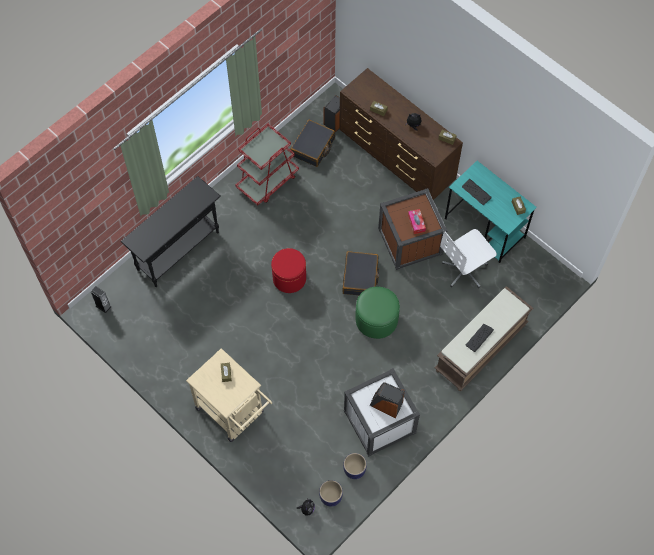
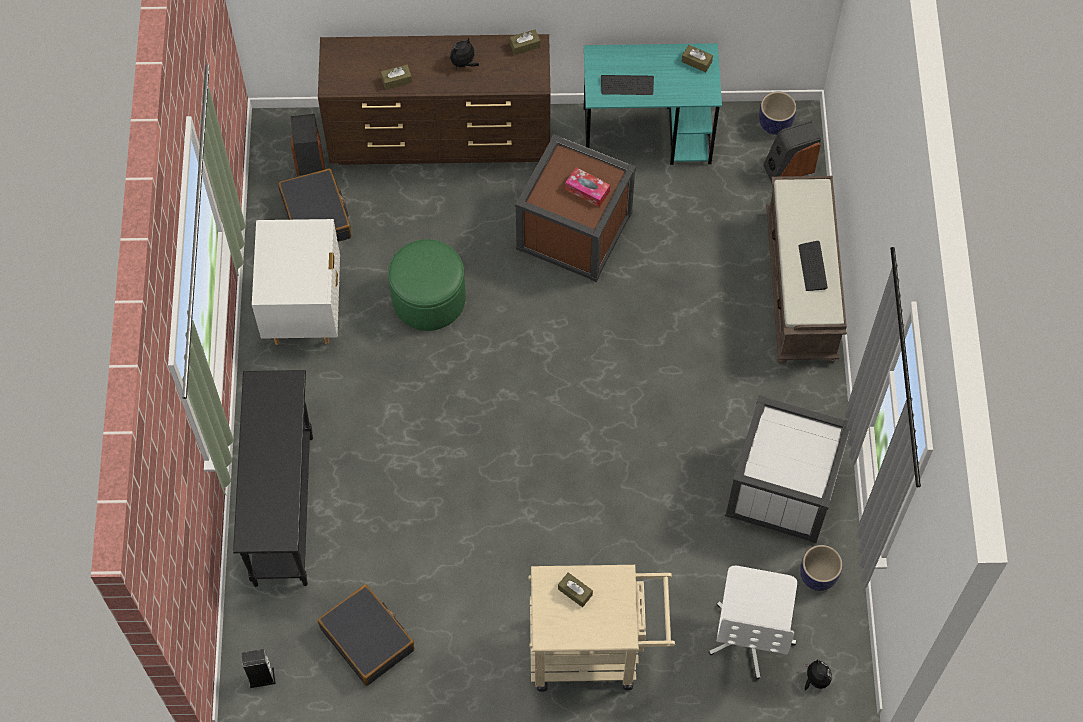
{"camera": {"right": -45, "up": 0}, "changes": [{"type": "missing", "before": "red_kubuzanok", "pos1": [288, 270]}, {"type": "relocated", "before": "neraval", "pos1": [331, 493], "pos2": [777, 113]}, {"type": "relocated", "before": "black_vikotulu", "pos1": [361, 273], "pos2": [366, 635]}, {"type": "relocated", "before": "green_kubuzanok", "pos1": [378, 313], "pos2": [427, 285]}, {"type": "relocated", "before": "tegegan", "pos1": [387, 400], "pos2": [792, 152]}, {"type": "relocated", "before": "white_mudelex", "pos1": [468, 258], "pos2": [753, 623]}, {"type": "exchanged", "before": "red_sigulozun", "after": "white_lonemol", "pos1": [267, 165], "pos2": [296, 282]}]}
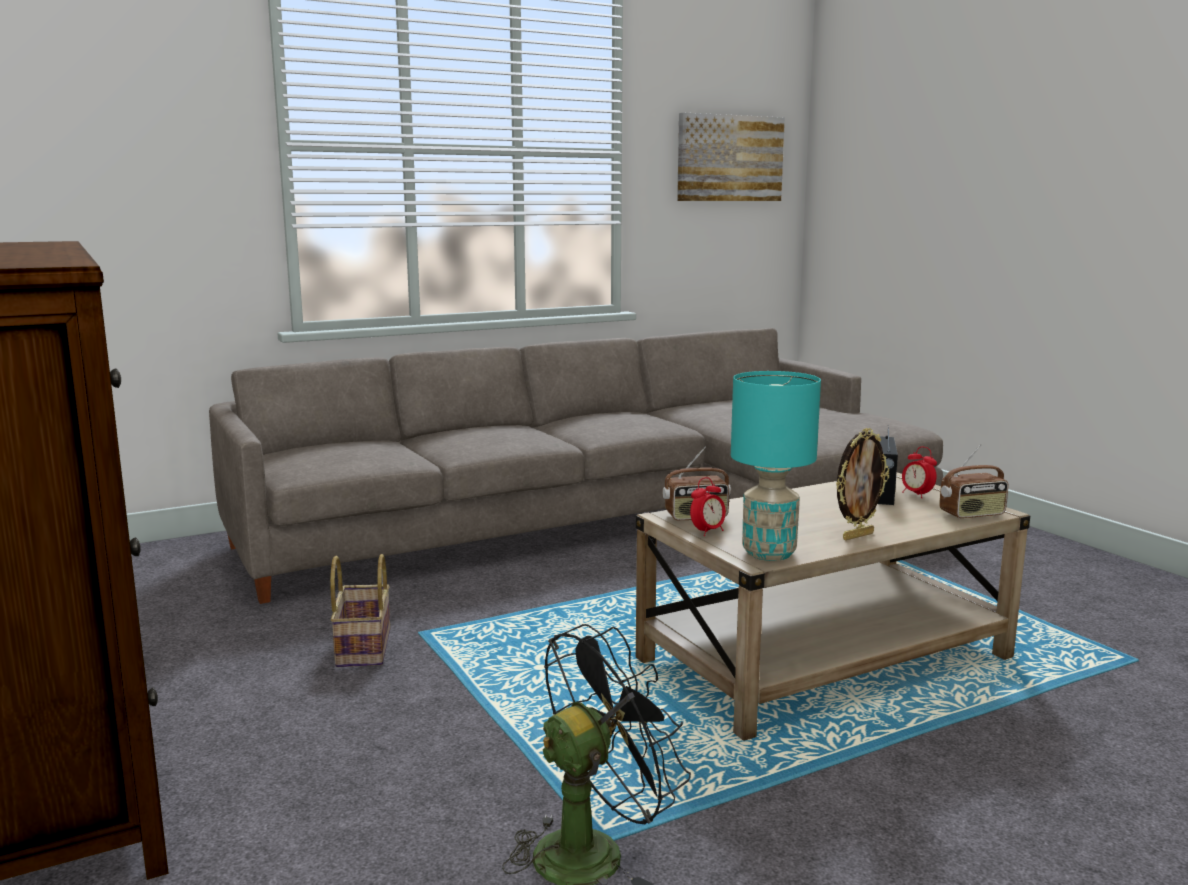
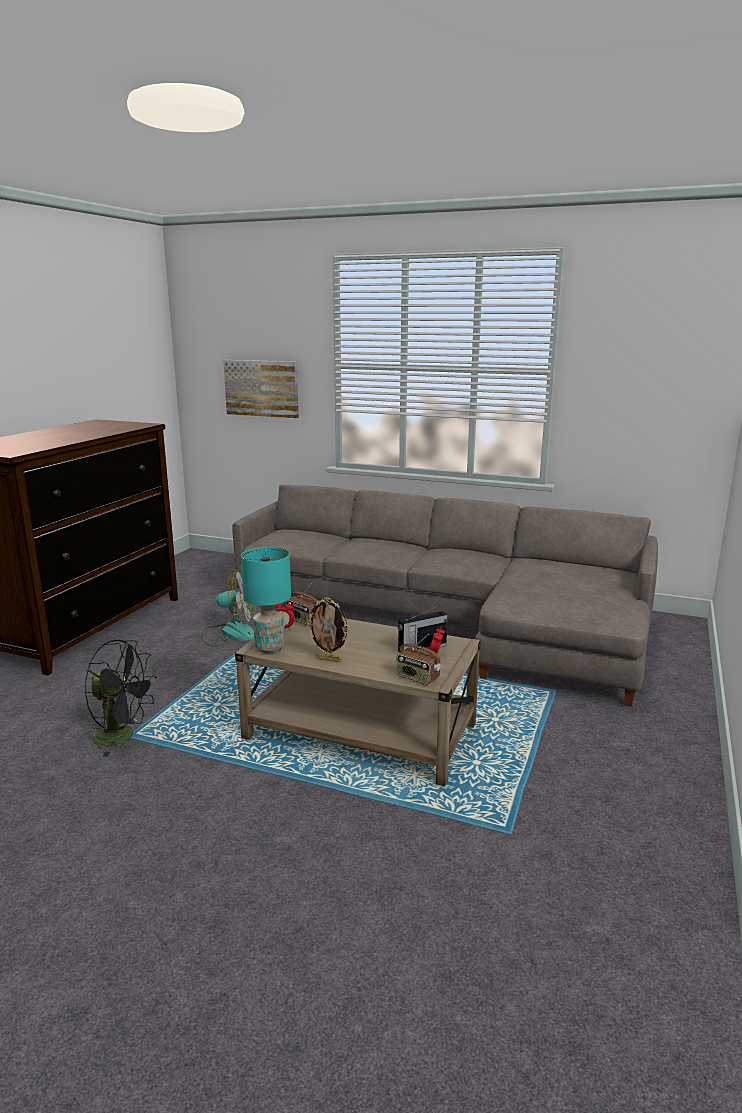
{"camera": {"right": 50, "up": 5}, "changes": [{"type": "relocated", "before": "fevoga", "pos1": [731, 157], "pos2": [261, 389]}, {"type": "exchanged", "before": "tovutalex", "after": "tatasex", "pos1": [360, 610], "pos2": [228, 608]}]}
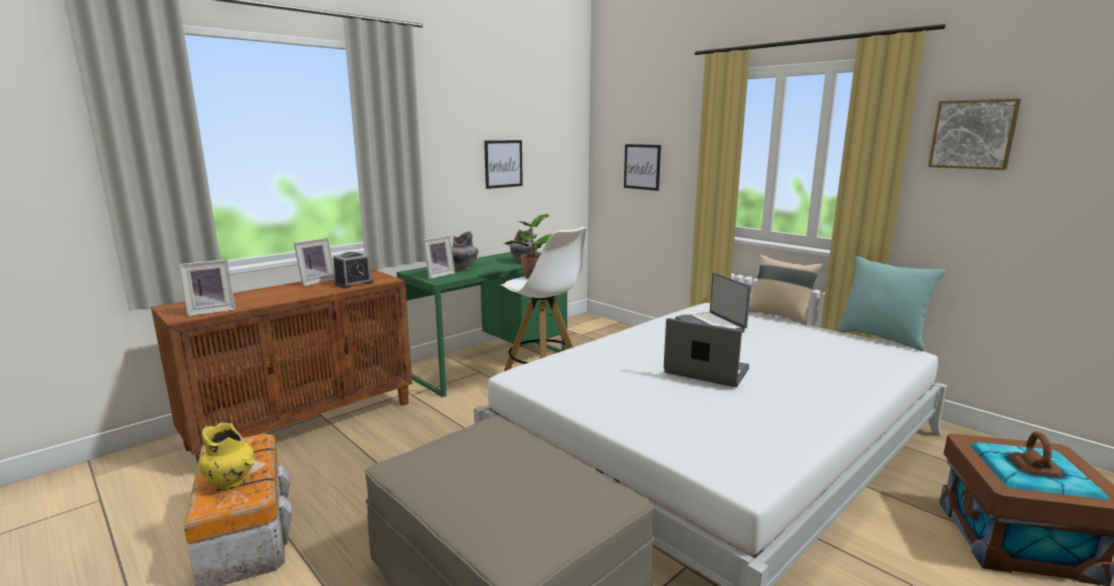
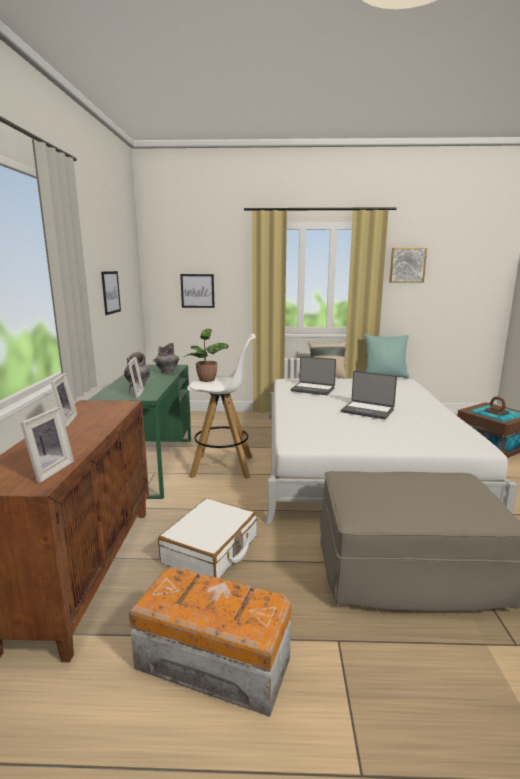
{"camera": {"right": -45, "up": 0}, "changes": [{"type": "missing", "before": "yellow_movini", "pos1": [227, 456]}, {"type": "missing", "before": "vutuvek", "pos1": [353, 270]}, {"type": "appeared", "after": "white_vikotulu", "pos2": [207, 538]}, {"type": "spun", "before": "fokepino", "pos1": [706, 352], "pos2": [369, 395], "turn": -135}]}
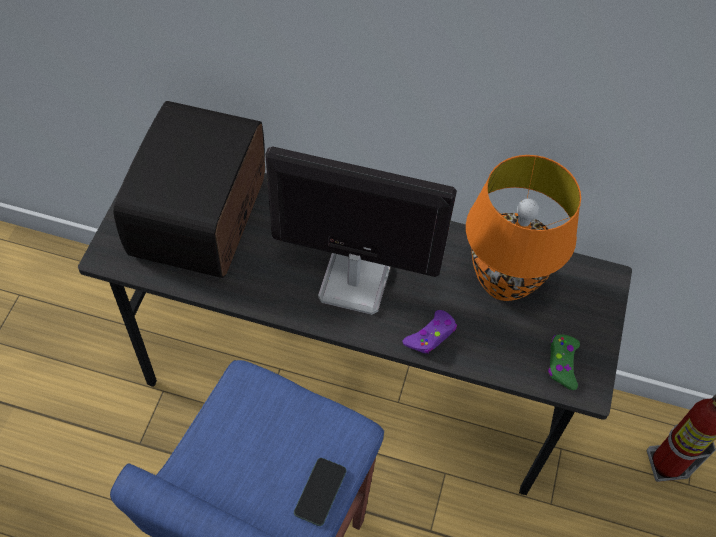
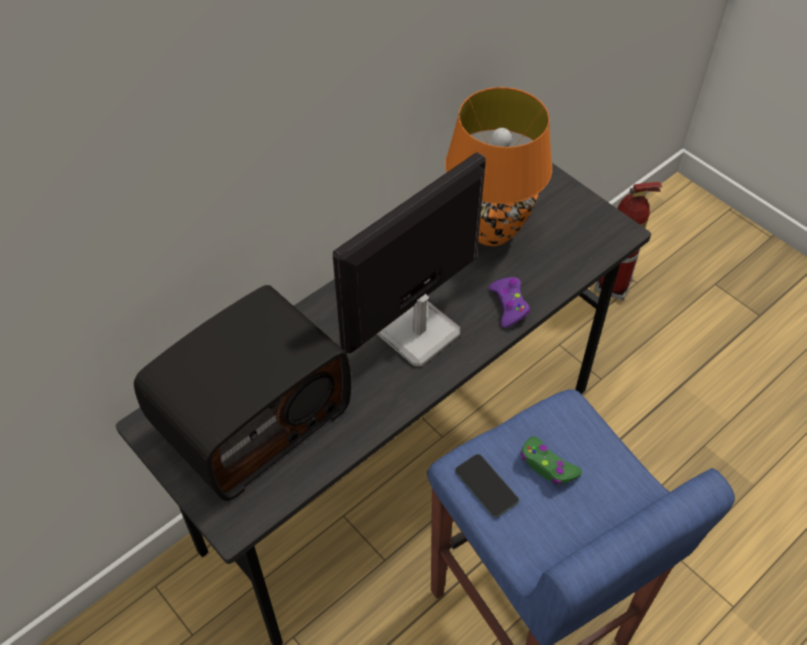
{"camera": {"right": -55, "up": -5}, "changes": [{"type": "relocated", "before": "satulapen", "pos1": [320, 492], "pos2": [487, 486]}, {"type": "relocated", "before": "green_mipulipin", "pos1": [564, 362], "pos2": [551, 461]}, {"type": "spun", "before": "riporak", "pos1": [189, 189], "pos2": [242, 393], "turn": -90}]}
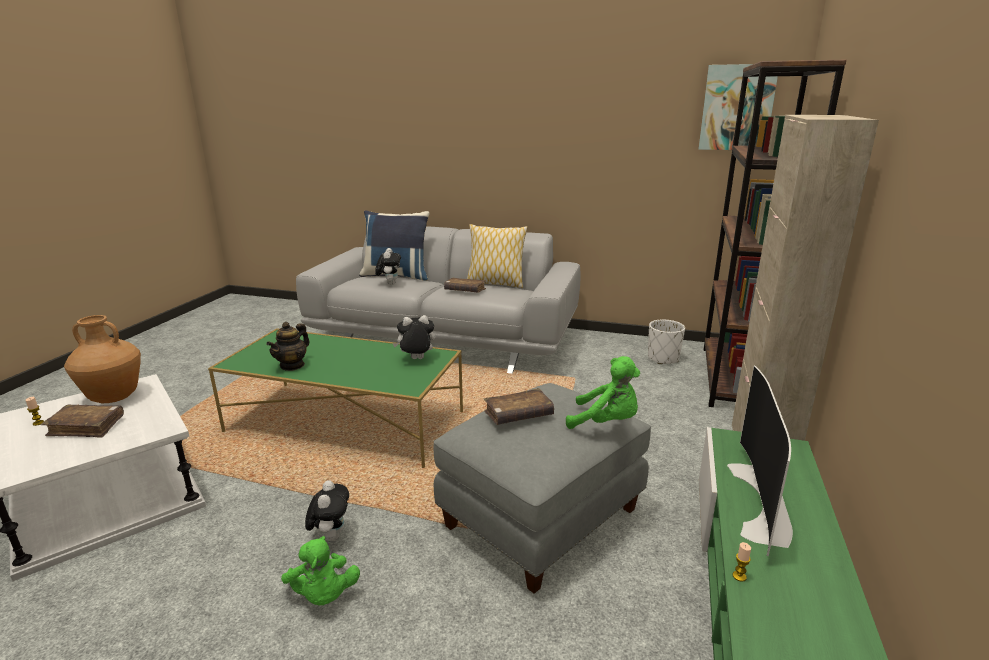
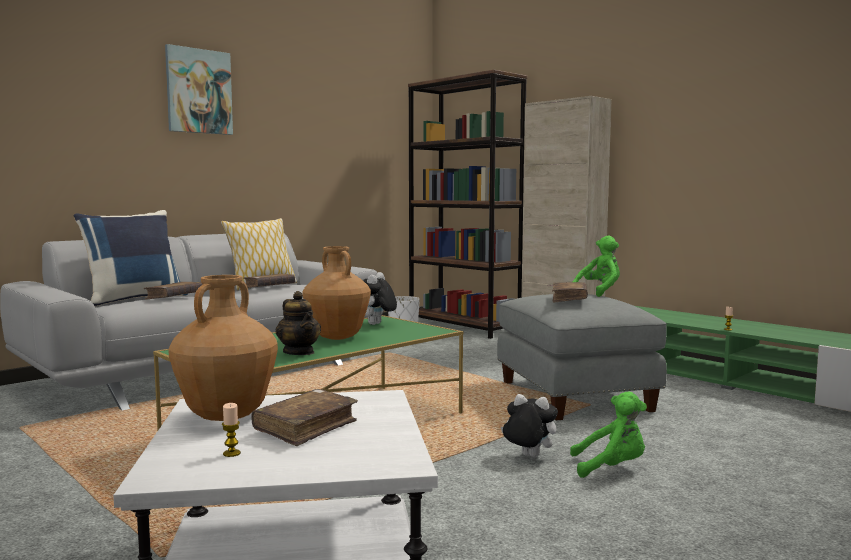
{"camera": {"right": -60, "up": -15}, "changes": [{"type": "missing", "before": "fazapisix", "pos1": [760, 461]}, {"type": "appeared", "after": "brown_movini", "pos2": [337, 293]}, {"type": "relocated", "before": "fevoga", "pos1": [738, 107], "pos2": [199, 89]}, {"type": "exchanged", "before": "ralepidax", "after": "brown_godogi", "pos1": [388, 266], "pos2": [173, 291]}]}
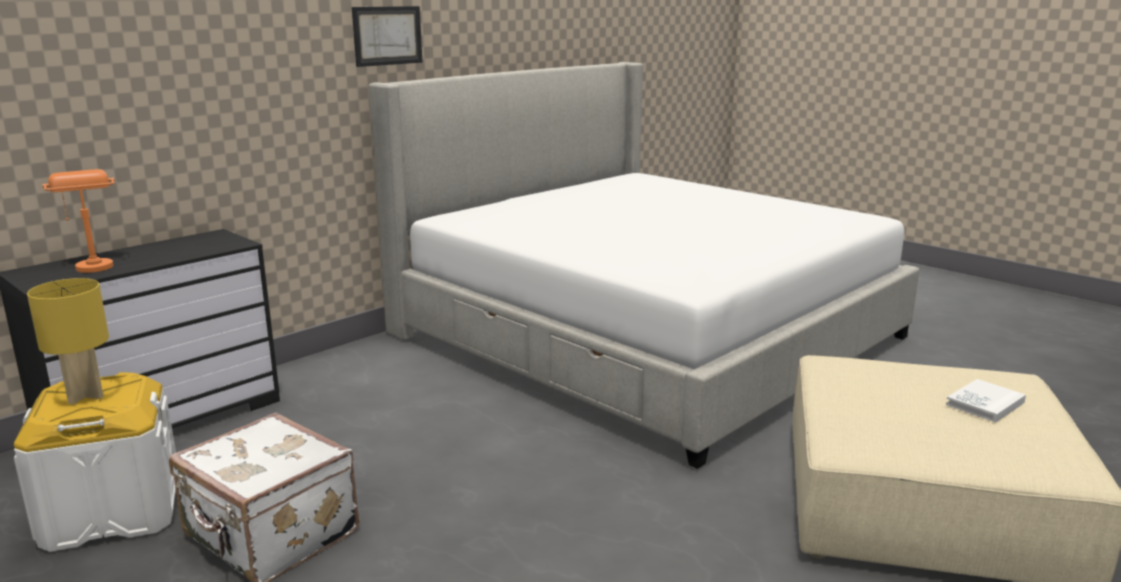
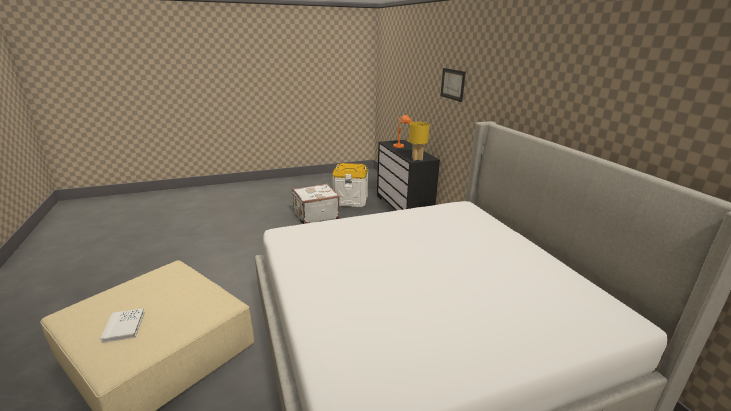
{"camera": {"right": 115, "up": 5}, "changes": [{"type": "relocated", "before": "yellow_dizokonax", "pos1": [68, 341], "pos2": [419, 141]}, {"type": "relocated", "before": "fevoga", "pos1": [387, 36], "pos2": [453, 85]}]}
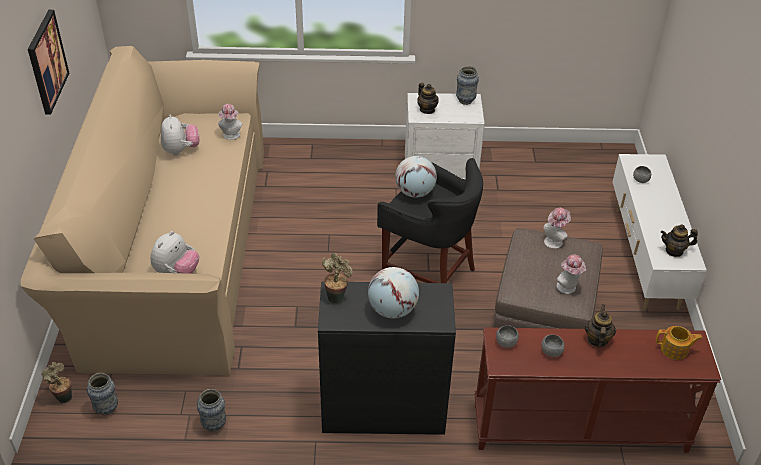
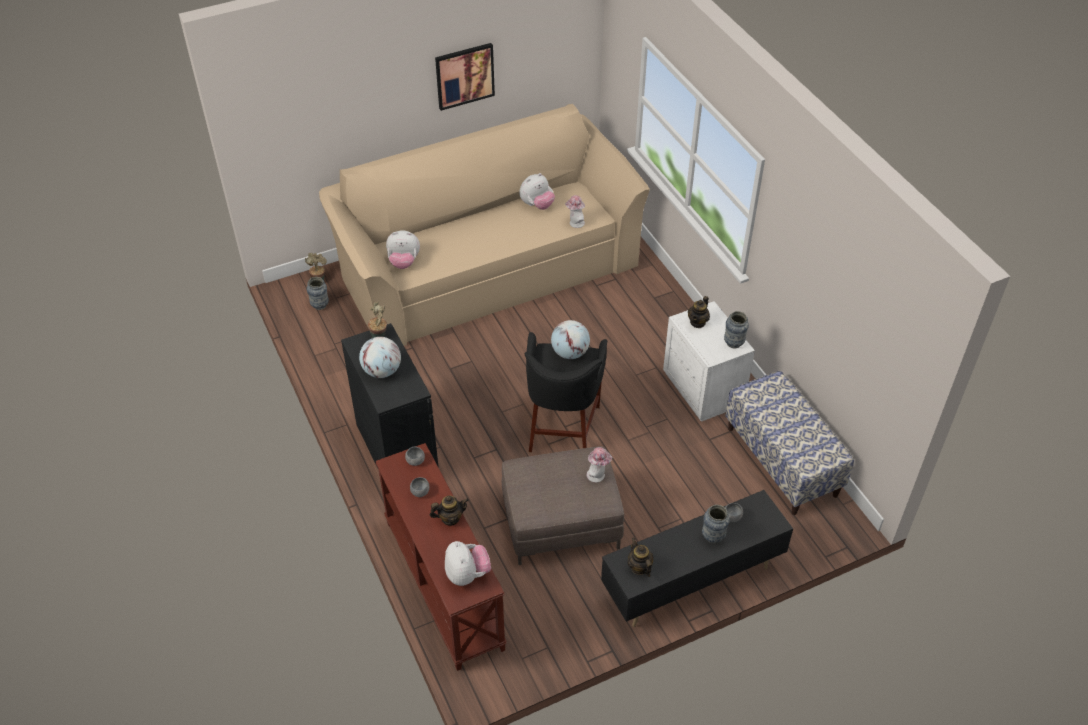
{"camera": {"right": 65, "up": 5}, "changes": [{"type": "missing", "before": "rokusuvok", "pos1": [571, 274]}, {"type": "appeared", "after": "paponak", "pos2": [789, 443]}, {"type": "relocated", "before": "movini", "pos1": [211, 410], "pos2": [716, 524]}, {"type": "exchanged", "before": "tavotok", "after": "ralepidax", "pos1": [679, 343], "pos2": [468, 563]}, {"type": "colour", "before": "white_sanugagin", "after": "black_sanugagin", "pos1": [660, 232], "pos2": [697, 558]}]}
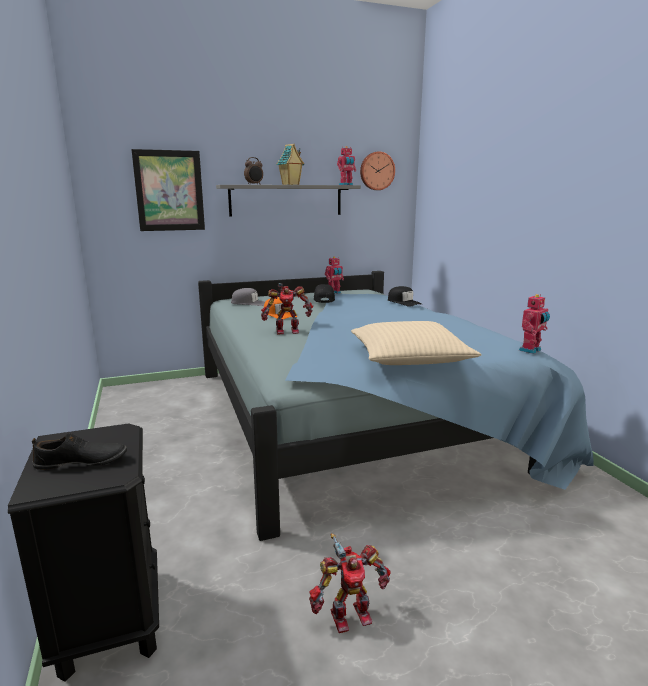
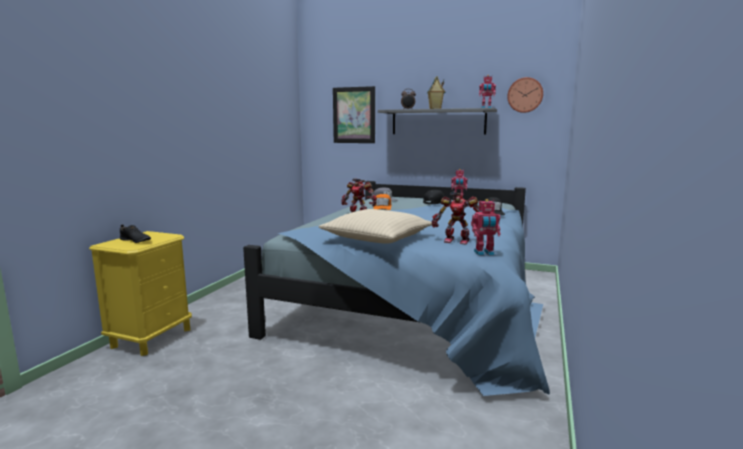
{"camera": {"right": 40, "up": -5}, "changes": [{"type": "relocated", "before": "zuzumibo", "pos1": [349, 583], "pos2": [456, 218]}, {"type": "colour", "before": "black_lonemol", "after": "yellow_lonemol", "pos1": [83, 552], "pos2": [140, 293]}]}
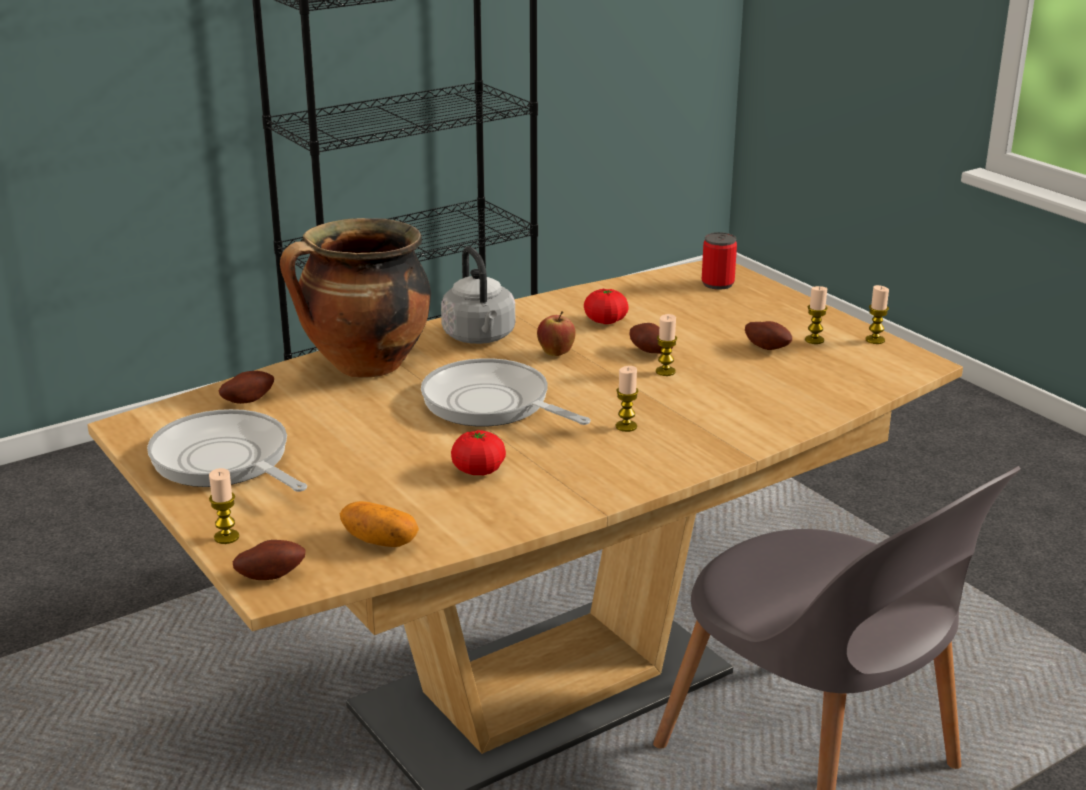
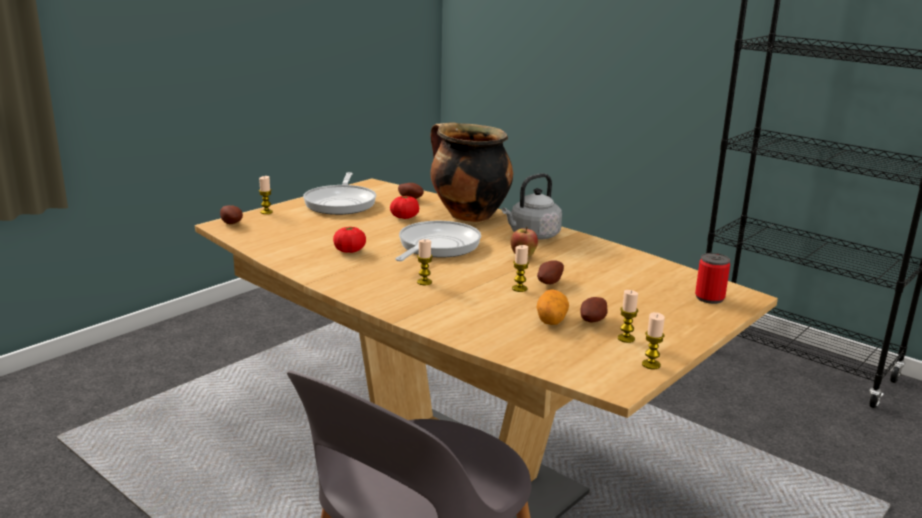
{"camera": {"right": 75, "up": -5}, "changes": [{"type": "relocated", "before": "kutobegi", "pos1": [379, 524], "pos2": [552, 307]}, {"type": "relocated", "before": "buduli", "pos1": [606, 306], "pos2": [404, 207]}, {"type": "spun", "before": "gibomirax", "pos1": [227, 450], "pos2": [339, 193], "turn": 150}]}
